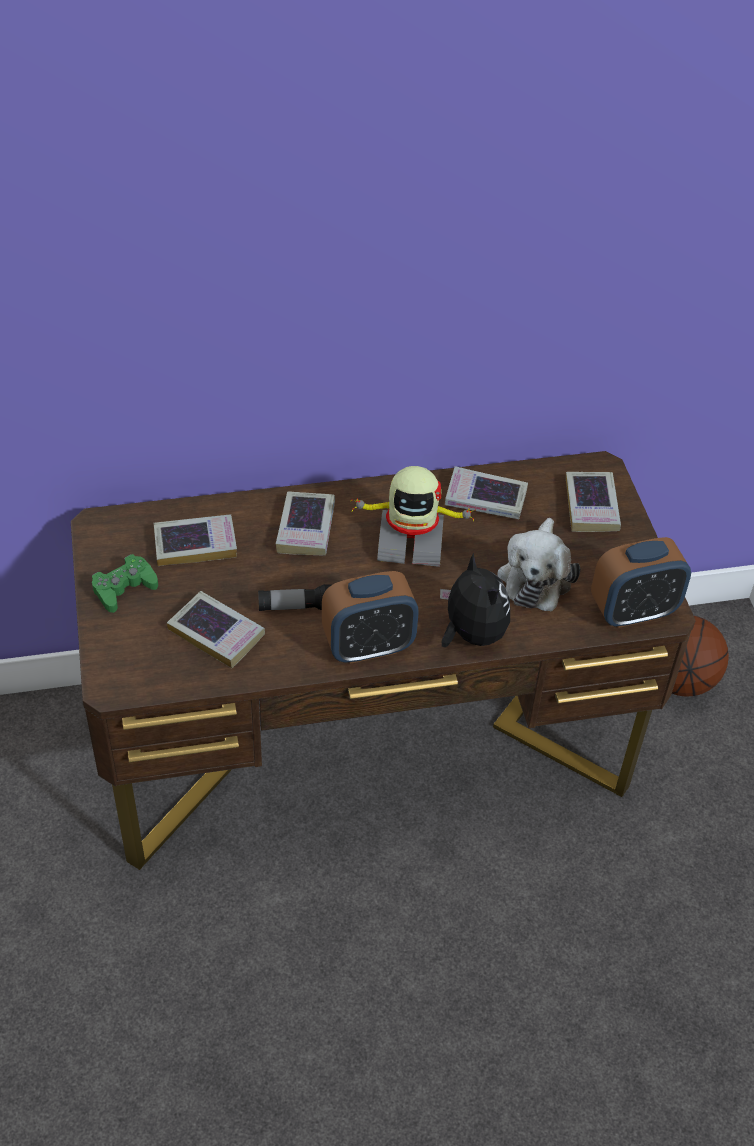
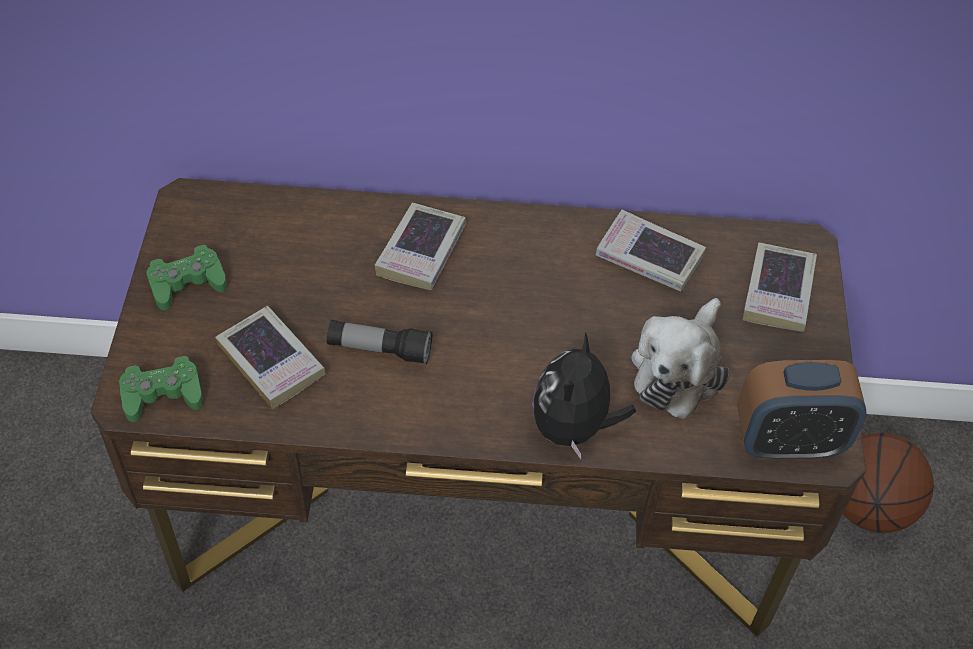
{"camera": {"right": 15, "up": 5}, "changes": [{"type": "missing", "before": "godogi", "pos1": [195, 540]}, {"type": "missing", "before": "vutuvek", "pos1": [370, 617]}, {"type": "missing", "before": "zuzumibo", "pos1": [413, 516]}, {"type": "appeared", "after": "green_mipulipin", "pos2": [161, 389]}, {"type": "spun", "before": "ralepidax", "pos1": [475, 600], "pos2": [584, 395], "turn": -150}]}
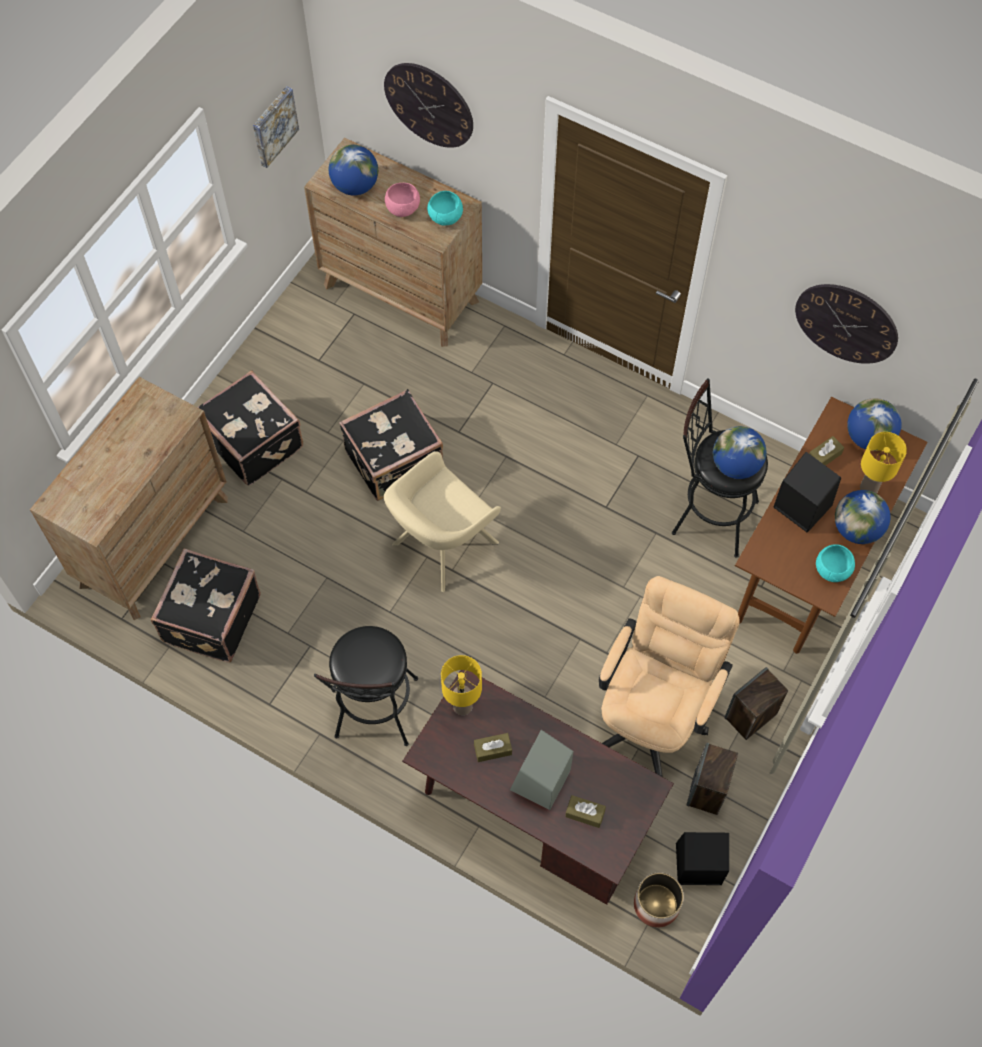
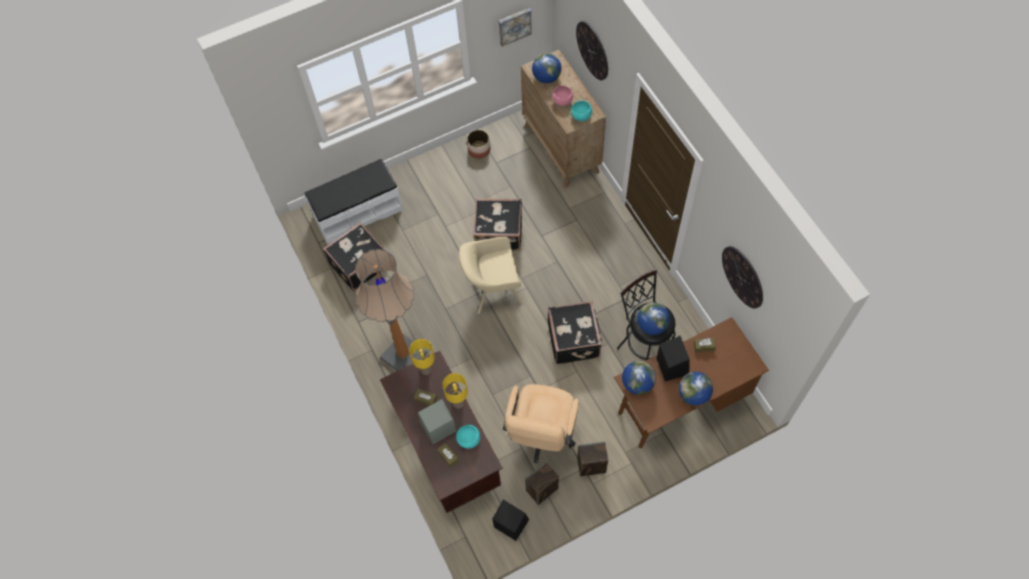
{"camera": {"right": 35, "up": 0}, "changes": [{"type": "relocated", "before": "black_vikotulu", "pos1": [250, 428], "pos2": [575, 332]}, {"type": "relocated", "before": "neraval", "pos1": [659, 900], "pos2": [479, 144]}, {"type": "relocated", "before": "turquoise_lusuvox", "pos1": [835, 563], "pos2": [468, 437]}, {"type": "relocated", "before": "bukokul", "pos1": [874, 424], "pos2": [639, 378]}, {"type": "relocated", "before": "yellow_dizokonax", "pos1": [883, 463], "pos2": [455, 390]}, {"type": "exchanged", "before": "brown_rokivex", "after": "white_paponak", "pos1": [129, 498], "pos2": [353, 201]}, {"type": "exchanged", "before": "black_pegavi", "after": "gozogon", "pos1": [366, 686], "pos2": [391, 310]}, {"type": "spun", "before": "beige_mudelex", "pos1": [669, 676], "pos2": [541, 423], "turn": 135}]}
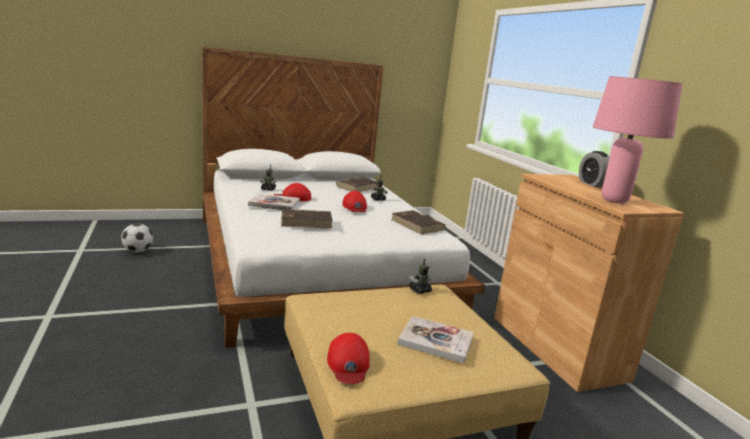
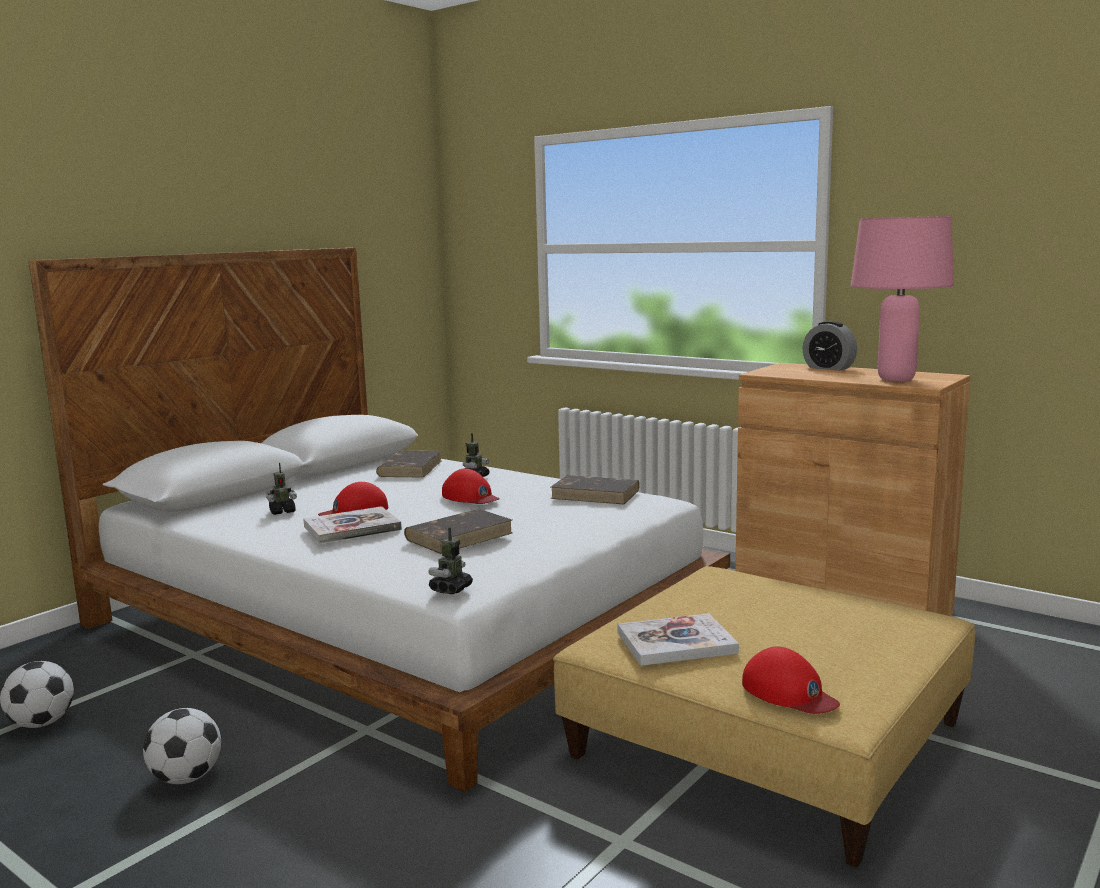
{"camera": {"right": -30, "up": -5}, "changes": [{"type": "appeared", "after": "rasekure", "pos2": [182, 746]}, {"type": "relocated", "before": "godogi", "pos1": [435, 339], "pos2": [678, 639]}, {"type": "relocated", "before": "zuzumibo", "pos1": [420, 276], "pos2": [450, 560]}]}
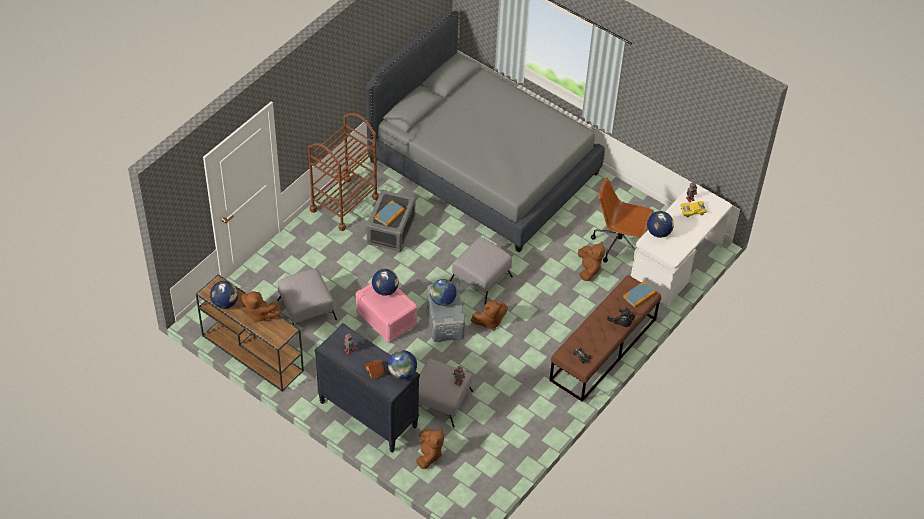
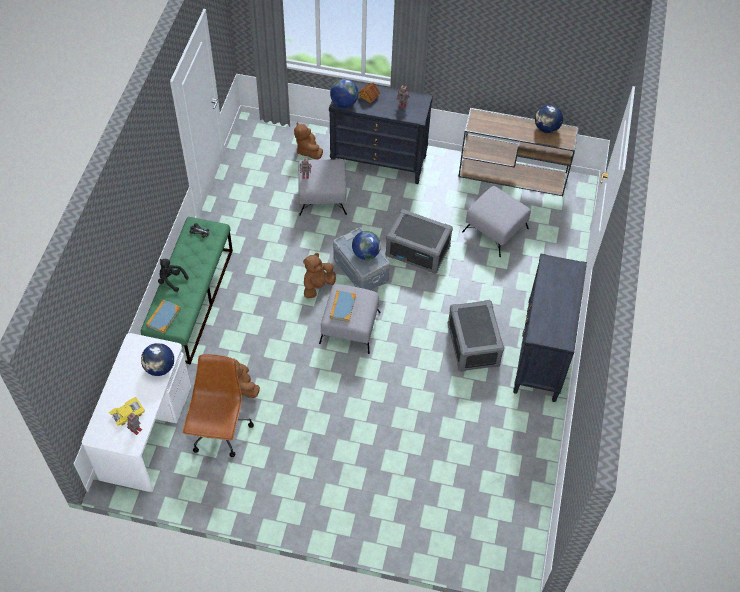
{"camera": {"right": 155, "up": 5}, "changes": [{"type": "missing", "before": "brown_ralepidax", "pos1": [261, 307]}, {"type": "missing", "before": "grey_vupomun", "pos1": [485, 130]}, {"type": "missing", "before": "bukokul", "pos1": [385, 282]}, {"type": "relocated", "before": "godogi", "pos1": [389, 213], "pos2": [343, 306]}, {"type": "exchanged", "before": "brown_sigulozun", "after": "black_rokivex", "pos1": [343, 172], "pos2": [550, 327]}, {"type": "colour", "before": "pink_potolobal", "after": "grey_potolobal", "pos1": [386, 313], "pos2": [419, 241]}, {"type": "colour", "before": "brown_paponak", "after": "green_paponak", "pos1": [605, 338], "pos2": [187, 291]}, {"type": "spun", "before": "brown_mudelex", "pos1": [622, 220], "pos2": [218, 405], "turn": -75}]}
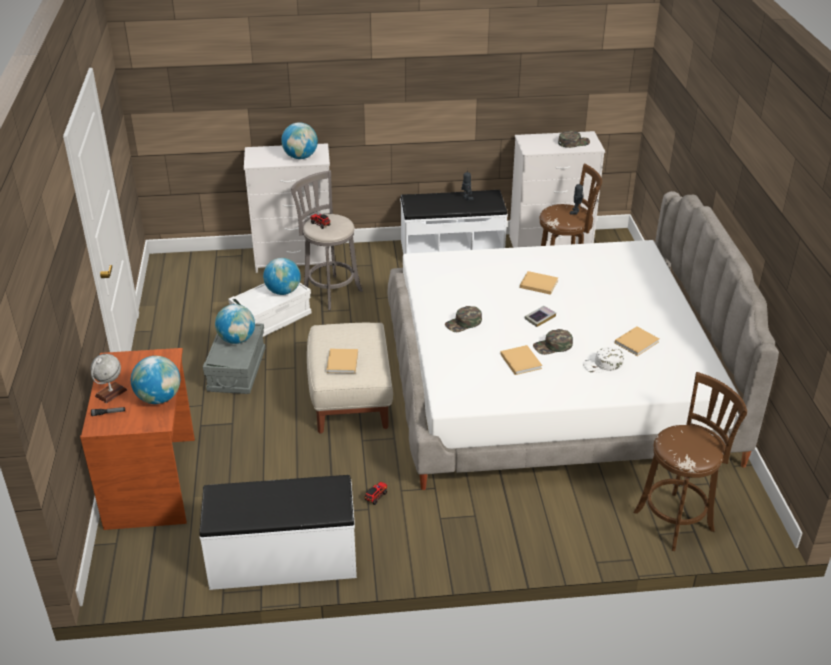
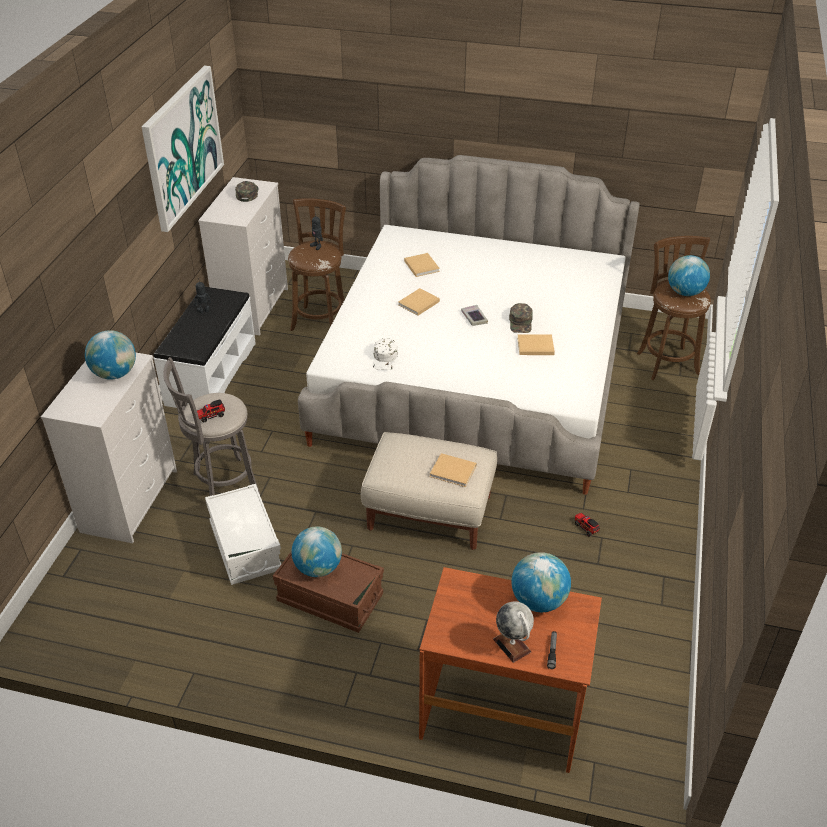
{"camera": {"right": -70, "up": 5}, "changes": [{"type": "missing", "before": "white_paponak", "pos1": [278, 532]}, {"type": "missing", "before": "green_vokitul", "pos1": [463, 319]}, {"type": "appeared", "after": "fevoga", "pos2": [183, 149]}, {"type": "relocated", "before": "bukokul", "pos1": [282, 276], "pos2": [689, 275]}, {"type": "relocated", "before": "white_vokitul", "pos1": [603, 360], "pos2": [385, 354]}, {"type": "relocated", "before": "beige_godogi", "pos1": [637, 341], "pos2": [422, 265]}, {"type": "colour", "before": "grey_potolobal", "after": "brown_potolobal", "pos1": [234, 358], "pos2": [328, 592]}]}
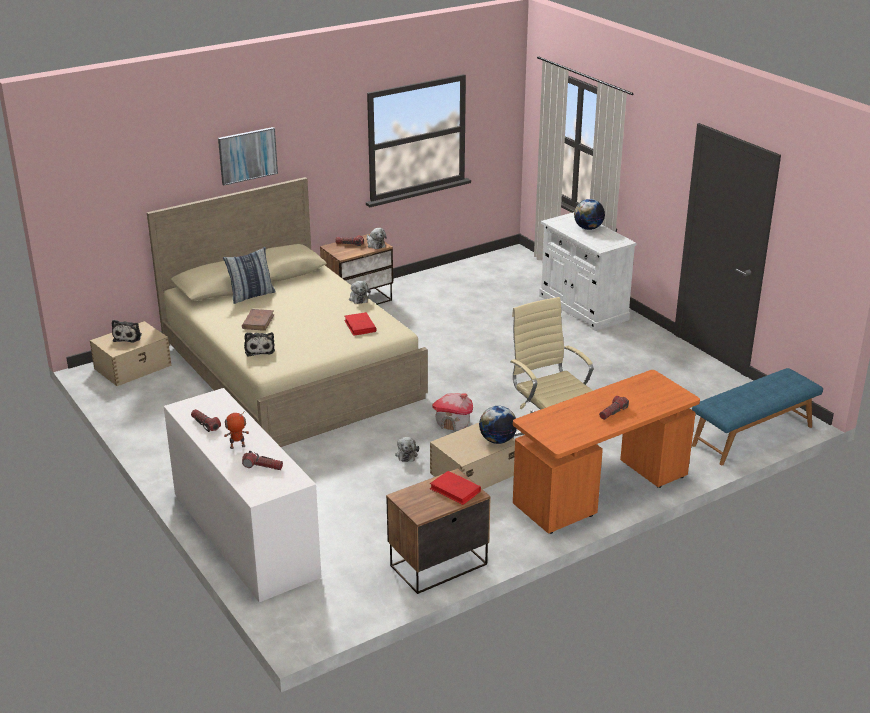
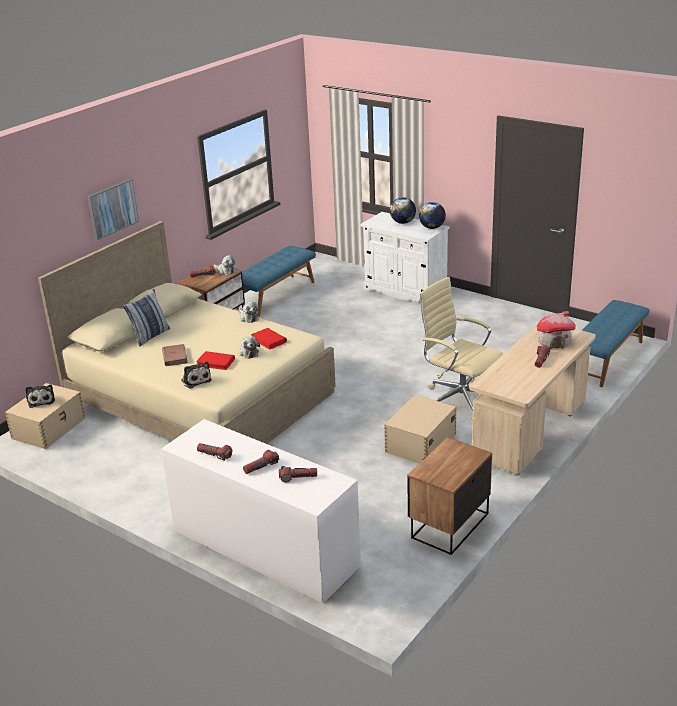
{"camera": {"right": -20, "up": 0}, "changes": [{"type": "appeared", "after": "blue_paponak", "pos2": [276, 281]}, {"type": "relocated", "before": "ralepidax", "pos1": [407, 449], "pos2": [250, 347]}, {"type": "relocated", "before": "red_godogi", "pos1": [455, 488], "pos2": [215, 360]}, {"type": "relocated", "before": "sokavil", "pos1": [452, 412], "pos2": [556, 330]}, {"type": "relocated", "before": "bukokul", "pos1": [498, 425], "pos2": [432, 215]}, {"type": "exchanged", "before": "zuzumibo", "after": "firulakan", "pos1": [236, 430], "pos2": [261, 462]}, {"type": "colour", "before": "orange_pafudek", "after": "beige_pafudek", "pos1": [606, 452], "pos2": [532, 398]}]}
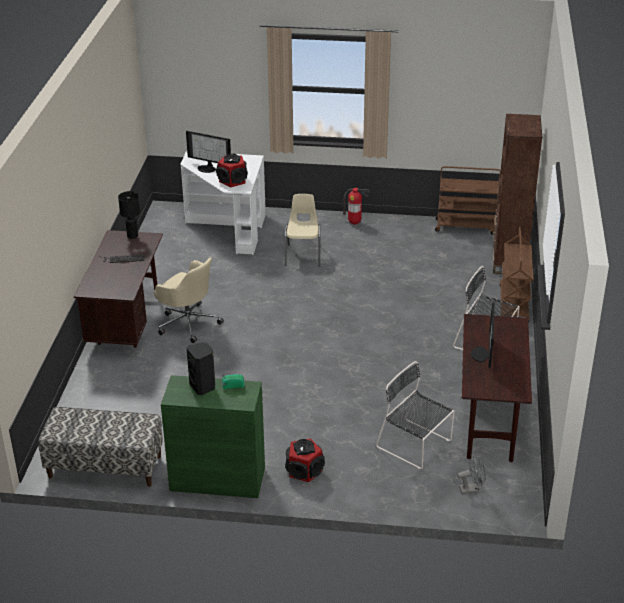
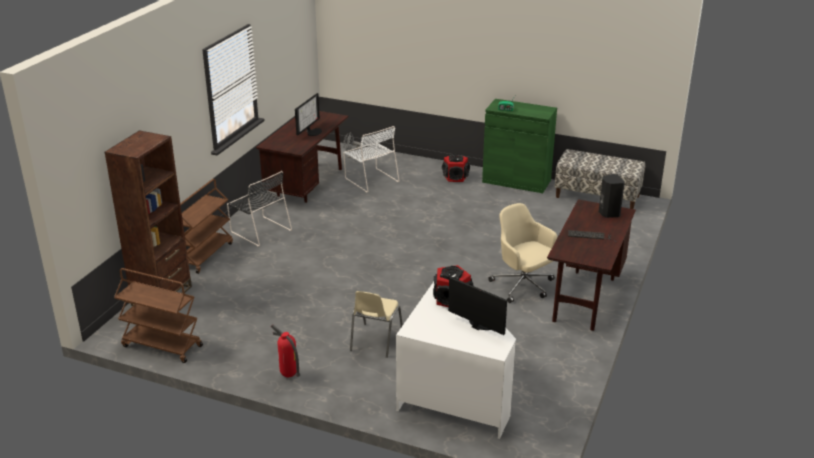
{"camera": {"right": -165, "up": -5}, "changes": [{"type": "missing", "before": "black_dizokonax", "pos1": [129, 215]}, {"type": "relocated", "before": "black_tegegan", "pos1": [201, 368], "pos2": [612, 196]}, {"type": "colour", "before": "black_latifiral", "after": "white_latifiral", "pos1": [415, 415], "pos2": [371, 159]}]}
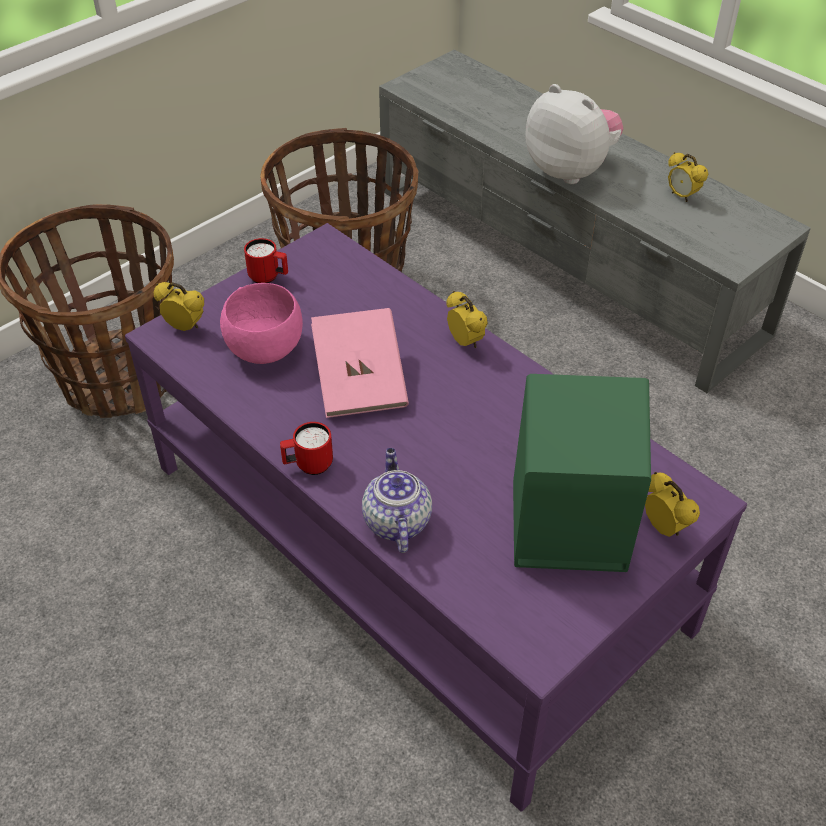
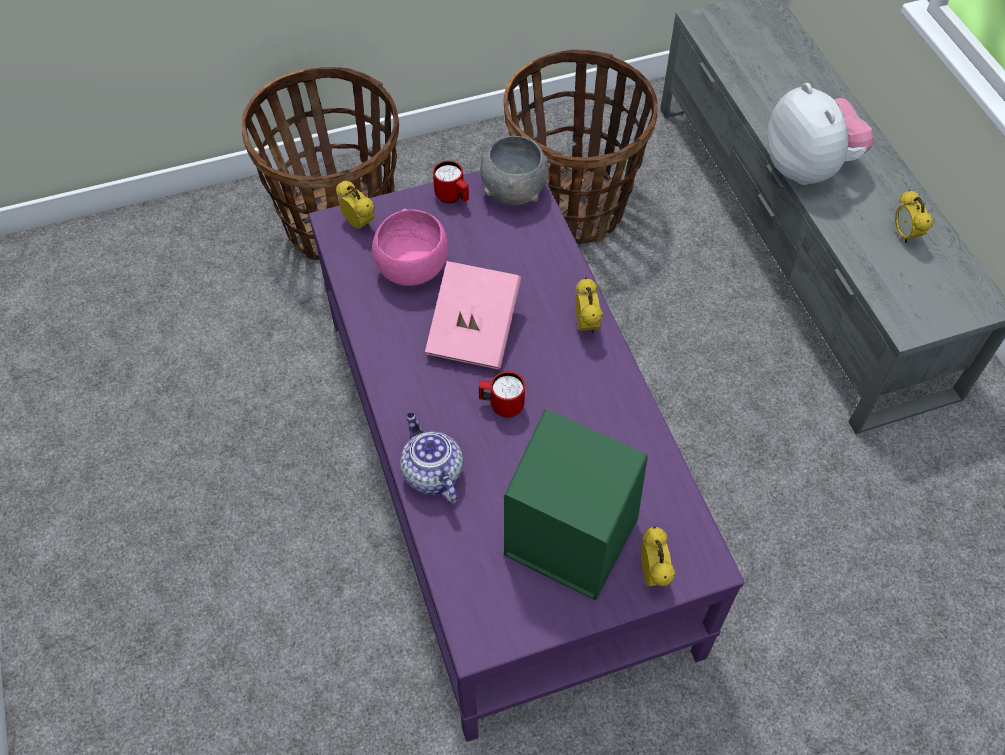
{"camera": {"right": 25, "up": 10}, "changes": [{"type": "appeared", "after": "grey_lusuvox", "pos2": [514, 170]}, {"type": "relocated", "before": "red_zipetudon", "pos1": [306, 448], "pos2": [502, 394]}, {"type": "spun", "before": "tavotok", "pos1": [397, 500], "pos2": [432, 458], "turn": -45}]}
